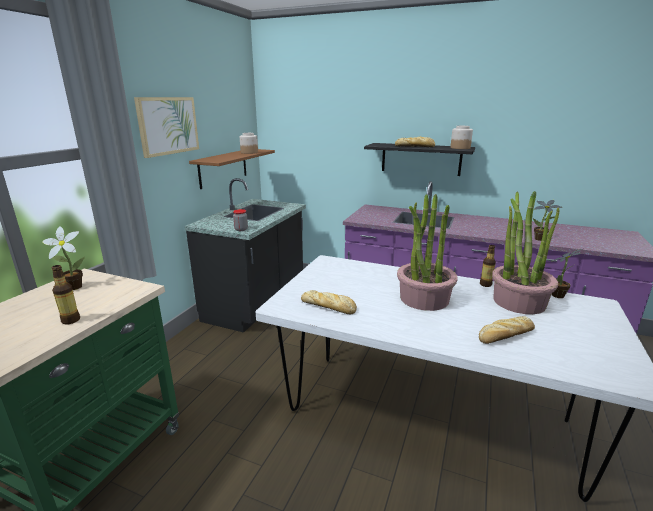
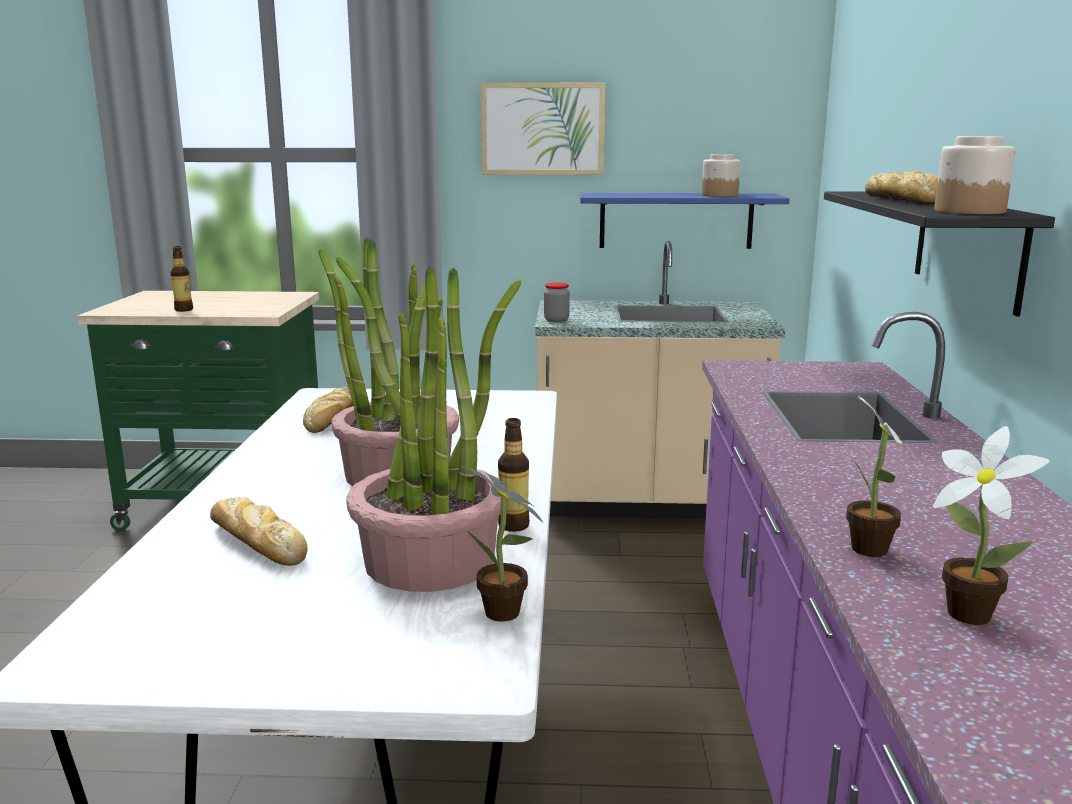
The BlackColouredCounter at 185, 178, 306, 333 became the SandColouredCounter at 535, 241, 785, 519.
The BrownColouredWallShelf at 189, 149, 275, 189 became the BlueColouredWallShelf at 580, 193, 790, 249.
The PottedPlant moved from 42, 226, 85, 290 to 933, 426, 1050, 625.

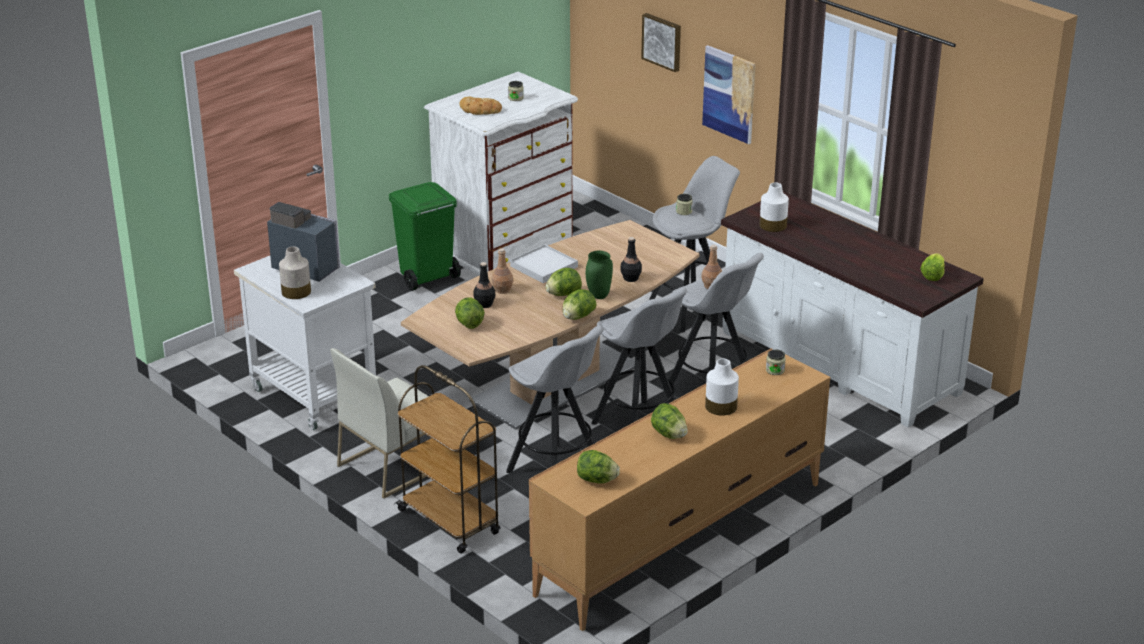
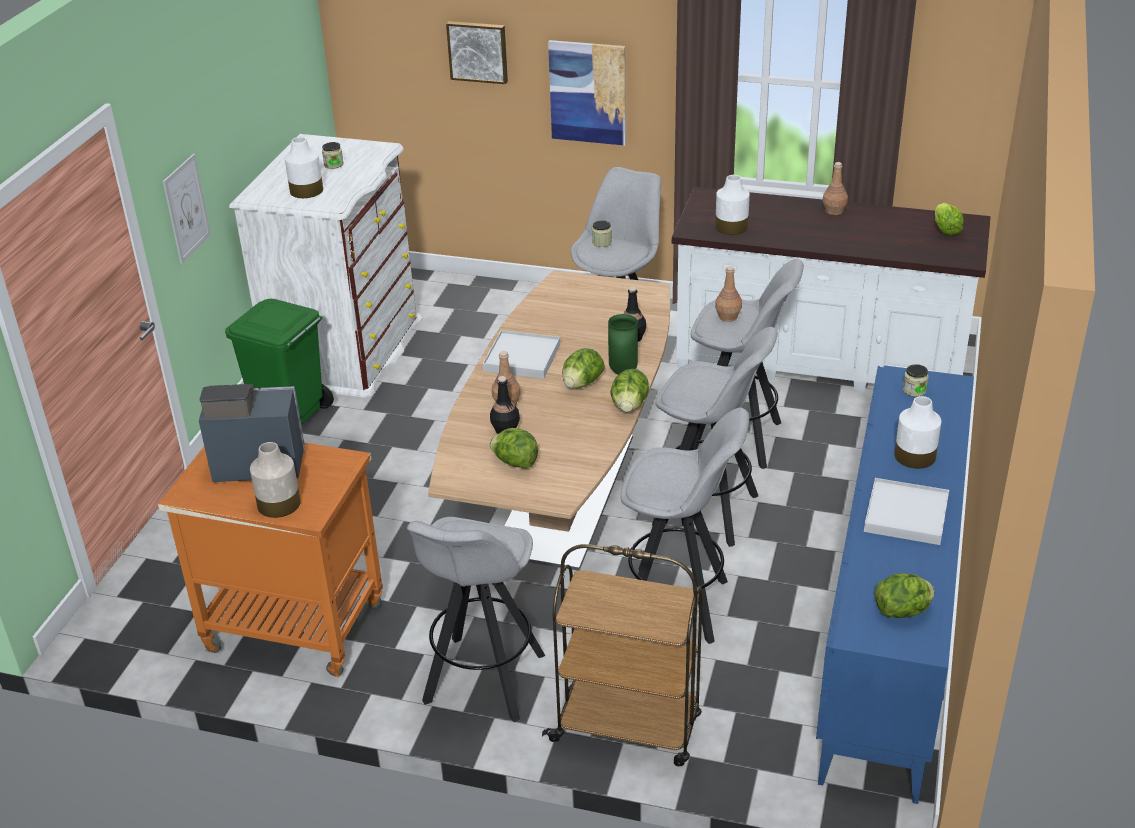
The WhitishWheeledCart at 234, 256, 376, 430 became the OrangeColouredWheeledCart at 158, 443, 383, 677.
The Picture at 163, 154, 211, 264 appeared.
The Bread at 459, 97, 502, 115 was replaced by the WhitishDecorativeVase at 285, 137, 323, 198.
The WhitishPlainChair at 330, 348, 429, 499 was replaced by the GreyStool at 407, 517, 545, 722.
The BrownColouredStorageCabinet at 529, 348, 830, 631 became the BlueColouredStorageCabinet at 816, 365, 974, 804.
The BrownColouredDrinkBottle at 822, 162, 848, 215 appeared.
The HeadOfLettuce at 651, 403, 688, 439 was replaced by the WhitishCarryingTray at 864, 478, 949, 545.

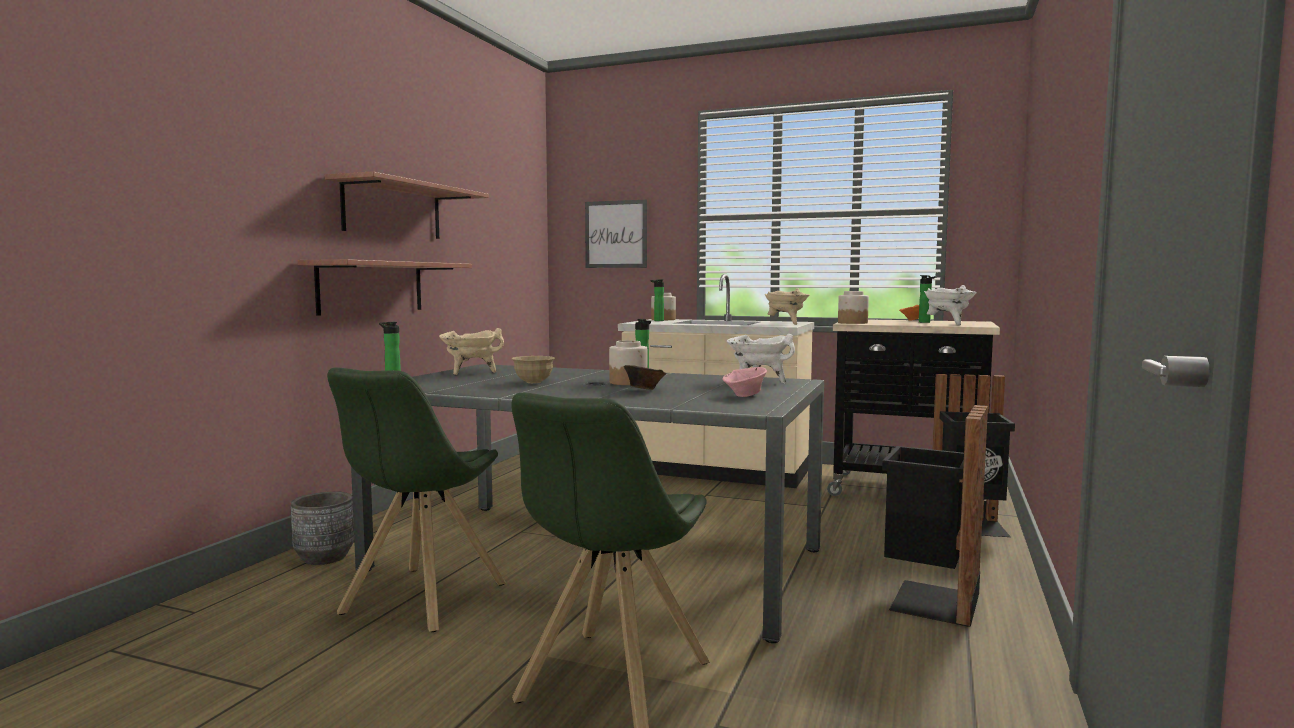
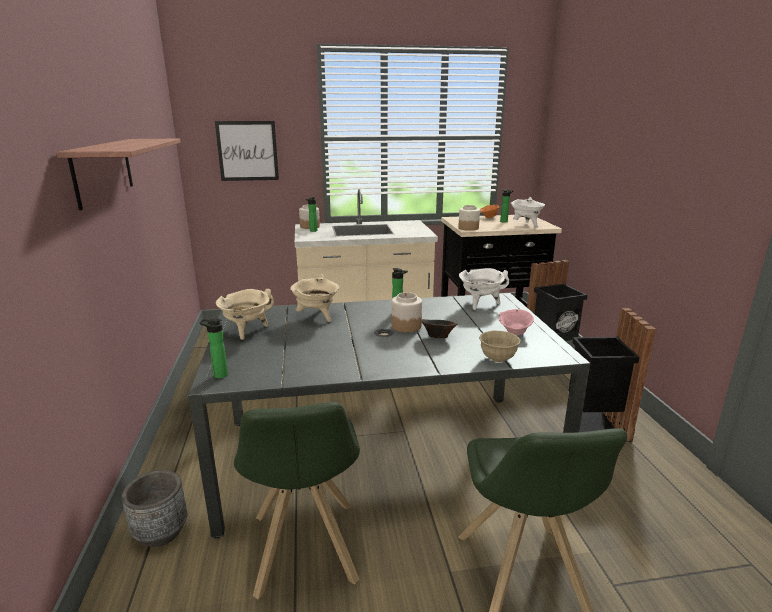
The SandColouredSaucepot moved from 765, 288, 810, 325 to 290, 274, 339, 322.
The SandColouredServingBowl moved from 511, 356, 555, 383 to 479, 331, 521, 362.
The WallShelf at 298, 259, 472, 316 disappeared.

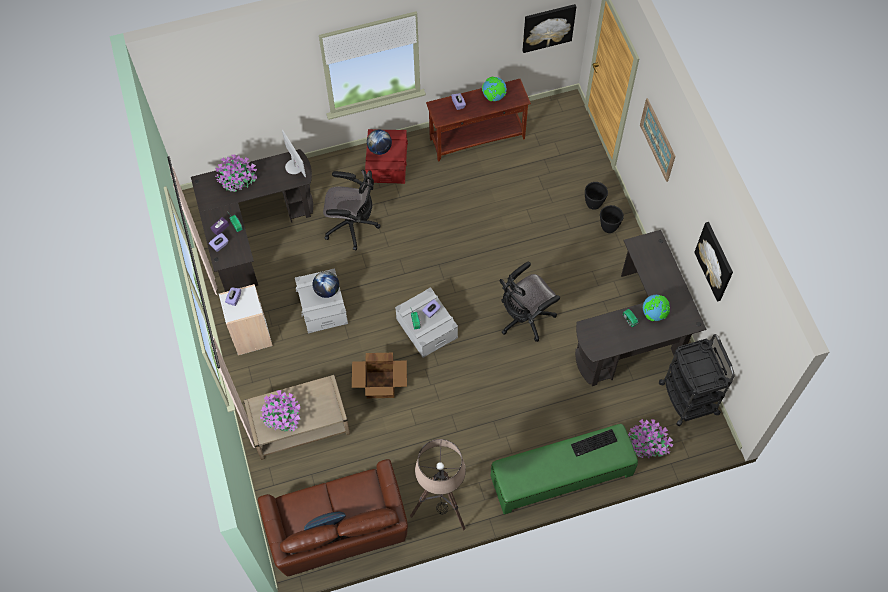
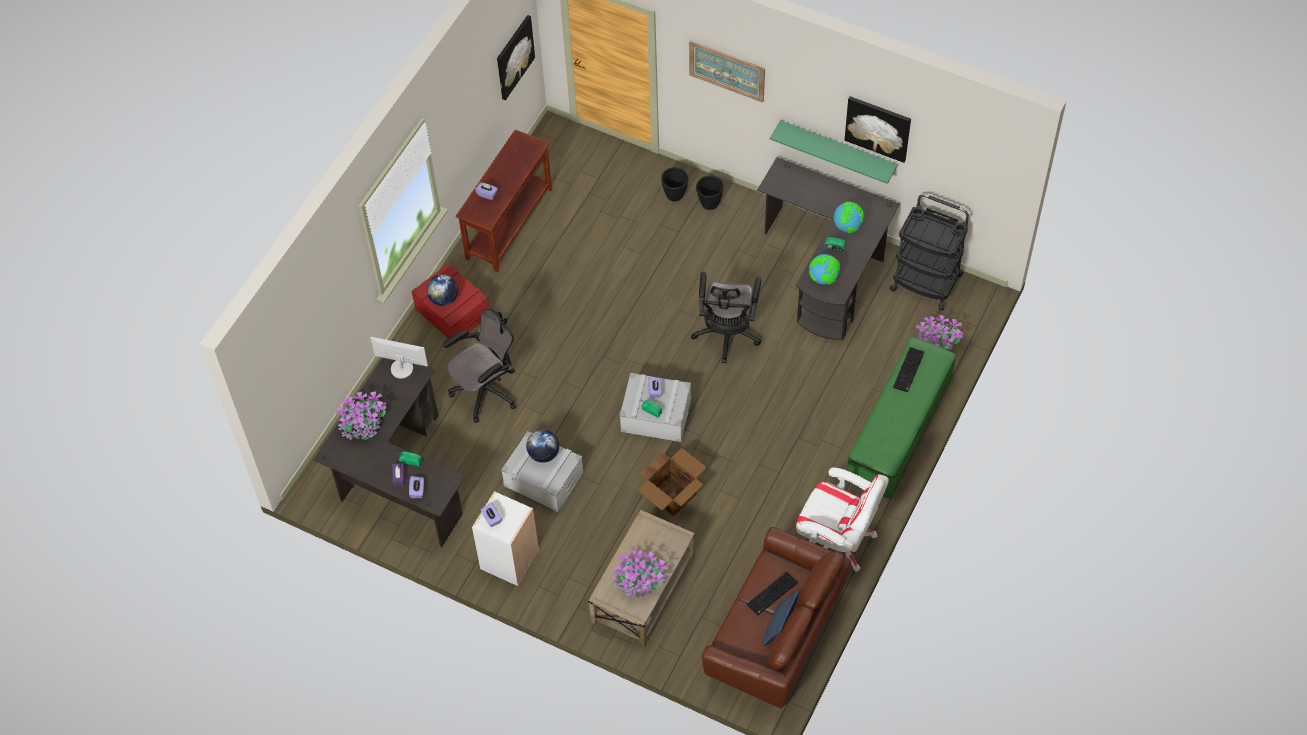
The PcKeyboard at 747, 572, 798, 615 appeared.
The GreenColouredWallShelf at 770, 120, 898, 184 appeared.
The StandardLamp at 410, 439, 466, 530 was replaced by the WhitishDeskChair at 796, 468, 889, 572.
The DeskGlobe moved from 482, 77, 507, 101 to 809, 254, 840, 285.

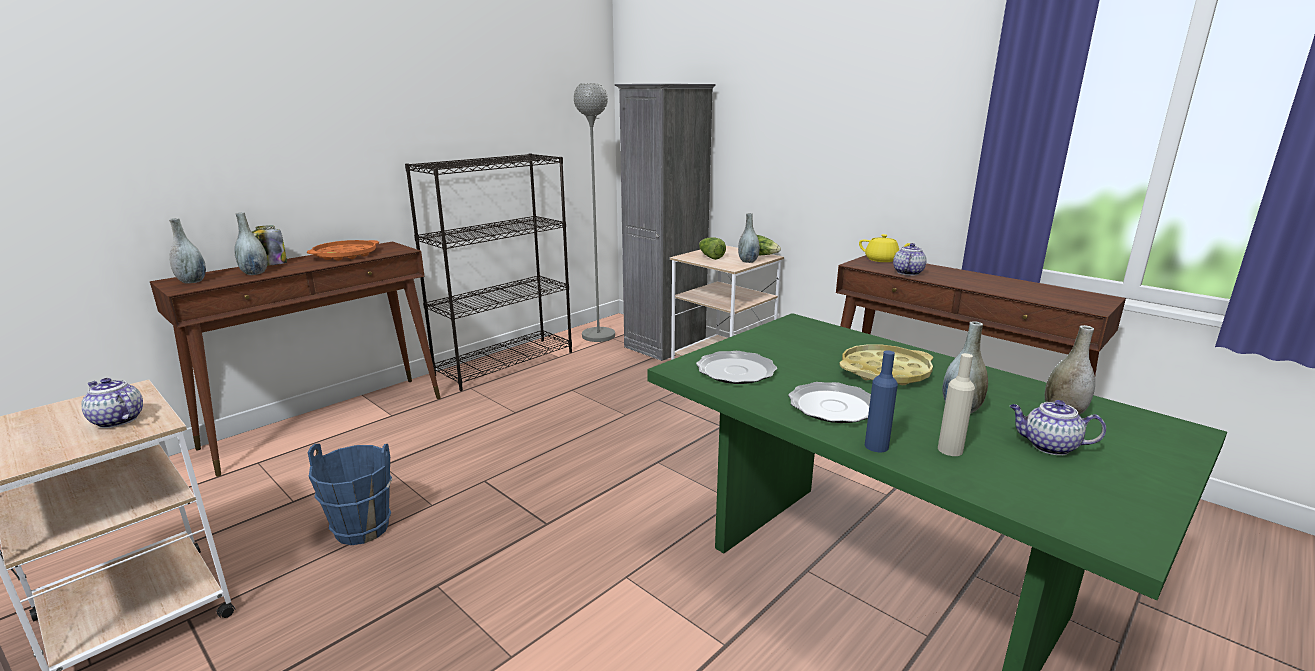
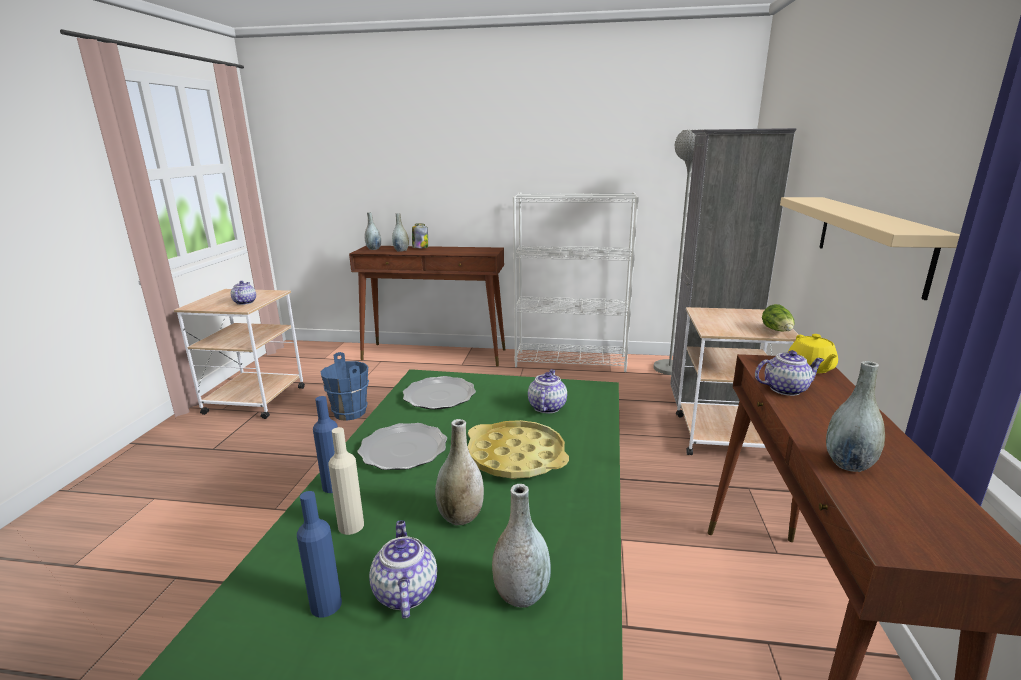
The BlueColouredDrinkBottle at 297, 491, 342, 617 appeared.
The BlackColouredShelvingUnit at 405, 153, 572, 391 became the WhitishShelvingUnit at 513, 192, 639, 372.
The TeaPot at 528, 369, 567, 413 appeared.
The SandColouredWallShelf at 780, 197, 960, 300 appeared.
The GreyDecorativeVase moved from 738, 213, 760, 263 to 826, 361, 885, 472.
The OrangeColouredCarryingTray at 307, 240, 379, 261 disappeared.
The HeadOfLettuce at 699, 237, 726, 260 disappeared.

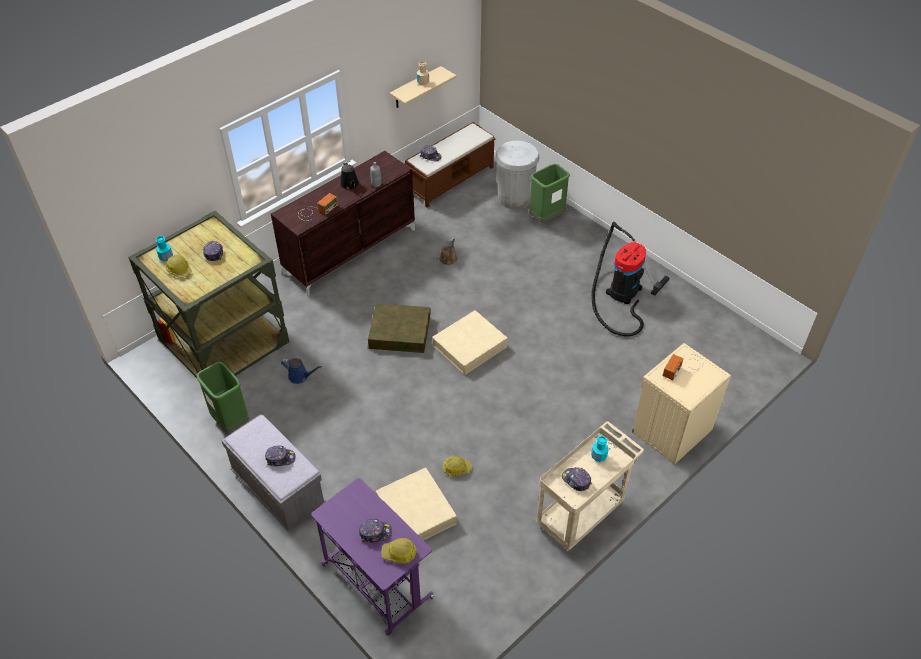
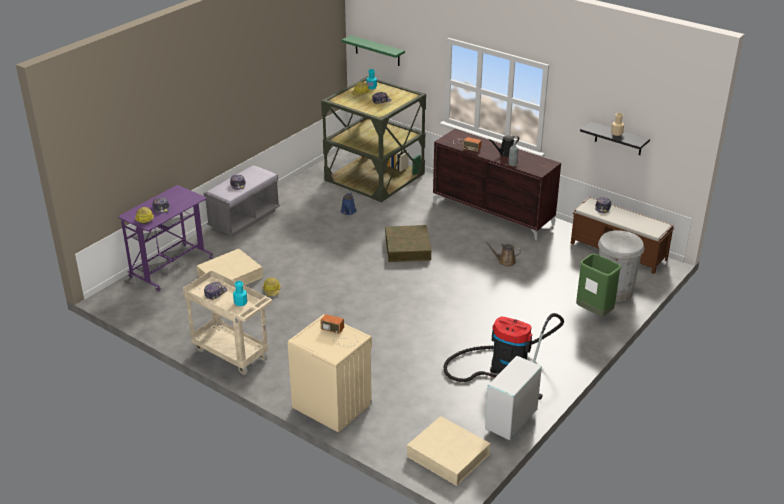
The GreenColouredWallShelf at 341, 35, 405, 66 appeared.
The SandColouredStorageContainer moved from 433, 310, 508, 375 to 407, 416, 490, 486.
The WhitishBedsideTable at 485, 356, 542, 440 appeared.
The SandColouredWallShelf at 390, 66, 457, 108 became the BlackColouredWallShelf at 580, 121, 650, 155.
The GreenColouredTrashCan at 196, 362, 249, 433 disappeared.

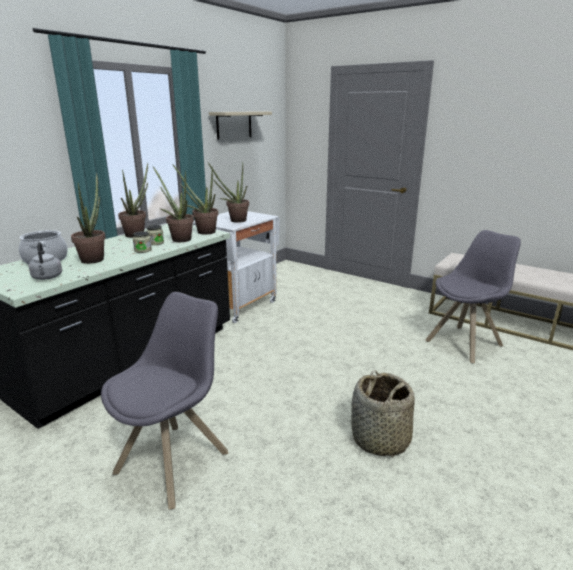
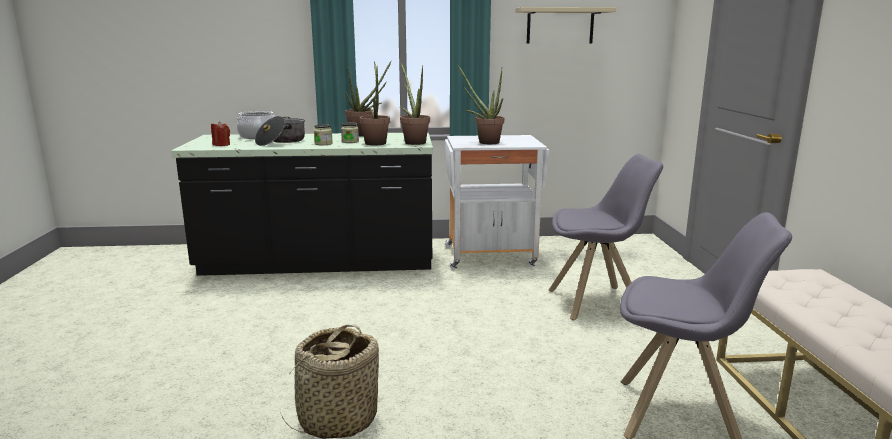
The GreyKettle at 28, 242, 62, 280 was replaced by the RedCandle at 211, 121, 230, 146.
The PottedPlant at 71, 173, 106, 264 was replaced by the Saucepot at 255, 116, 305, 146.
The GreyPlainChair moved from 101, 292, 228, 509 to 548, 154, 663, 320.

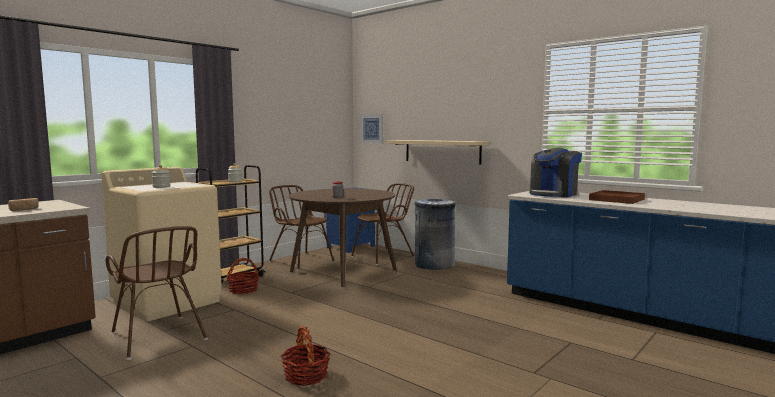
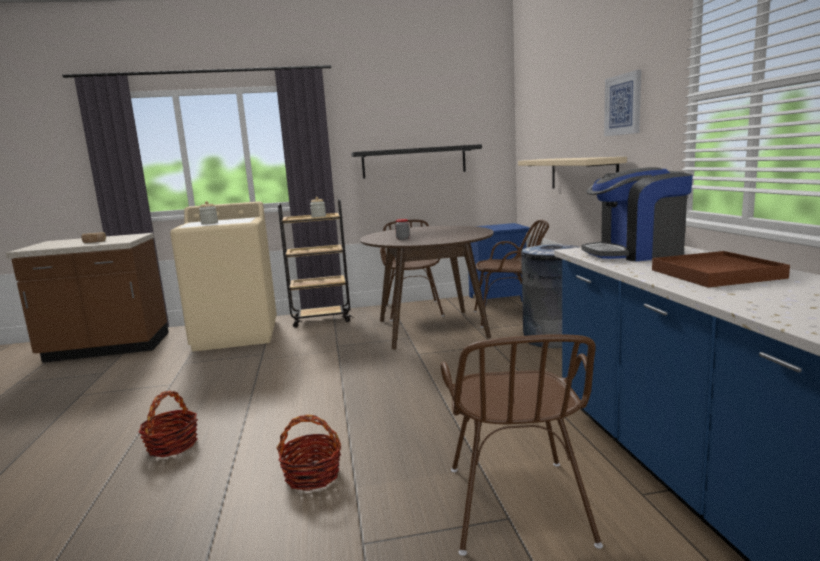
The HouseholdBasket moved from 226, 258, 259, 294 to 277, 415, 341, 491.
The BlackColouredWallShelf at 351, 144, 482, 179 appeared.
The BrownColouredPlainChair moved from 106, 226, 208, 360 to 441, 334, 603, 556.
The Picture moved from 360, 114, 383, 144 to 604, 70, 641, 136.

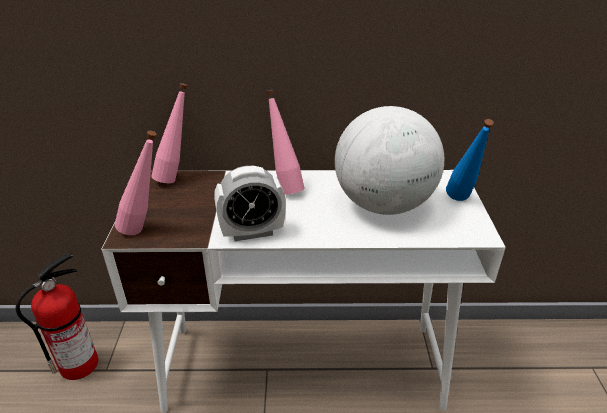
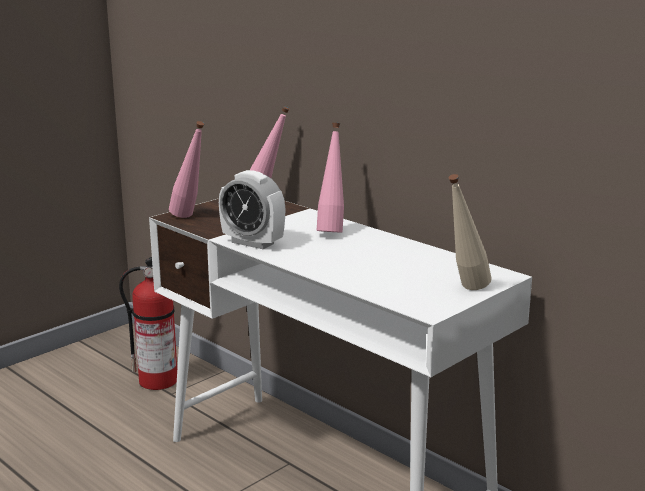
The BlueColouredDrinkBottle at 446, 119, 493, 201 became the SandColouredDrinkBottle at 449, 174, 492, 290.
The DeskGlobe at 335, 106, 444, 215 disappeared.

